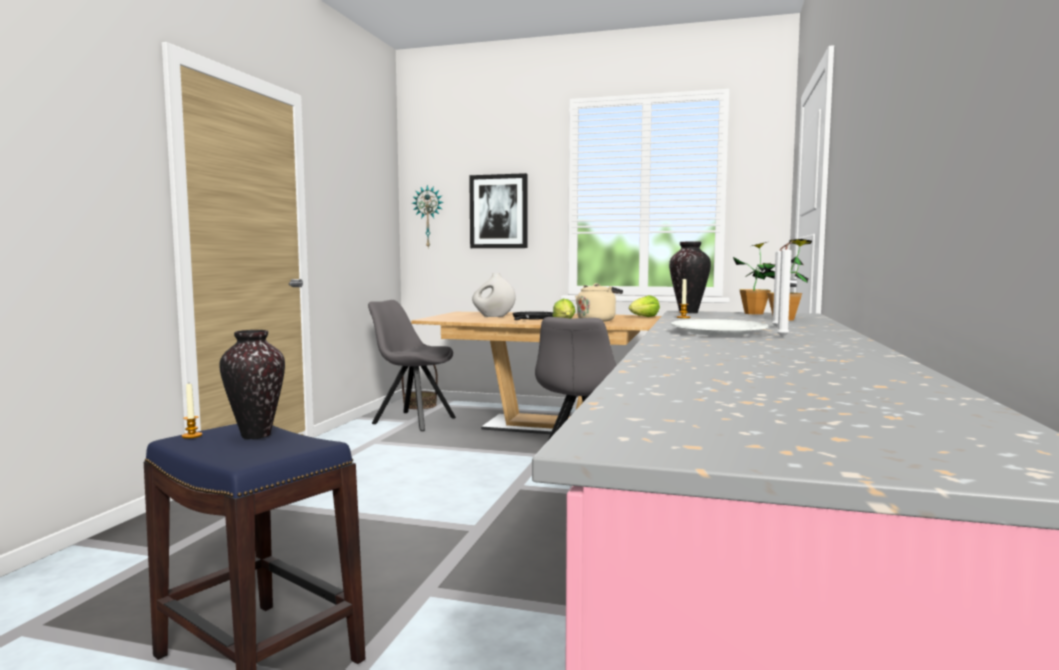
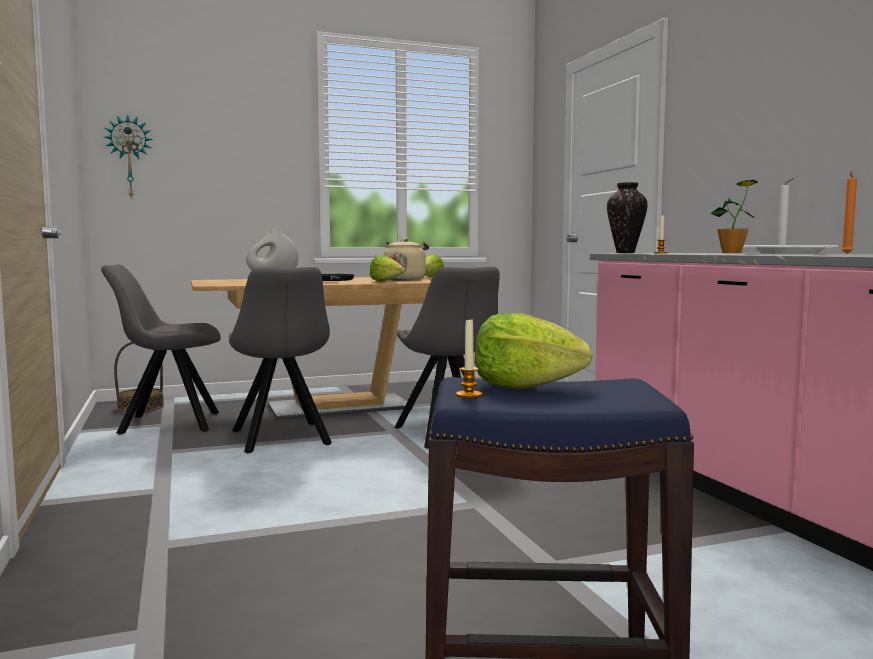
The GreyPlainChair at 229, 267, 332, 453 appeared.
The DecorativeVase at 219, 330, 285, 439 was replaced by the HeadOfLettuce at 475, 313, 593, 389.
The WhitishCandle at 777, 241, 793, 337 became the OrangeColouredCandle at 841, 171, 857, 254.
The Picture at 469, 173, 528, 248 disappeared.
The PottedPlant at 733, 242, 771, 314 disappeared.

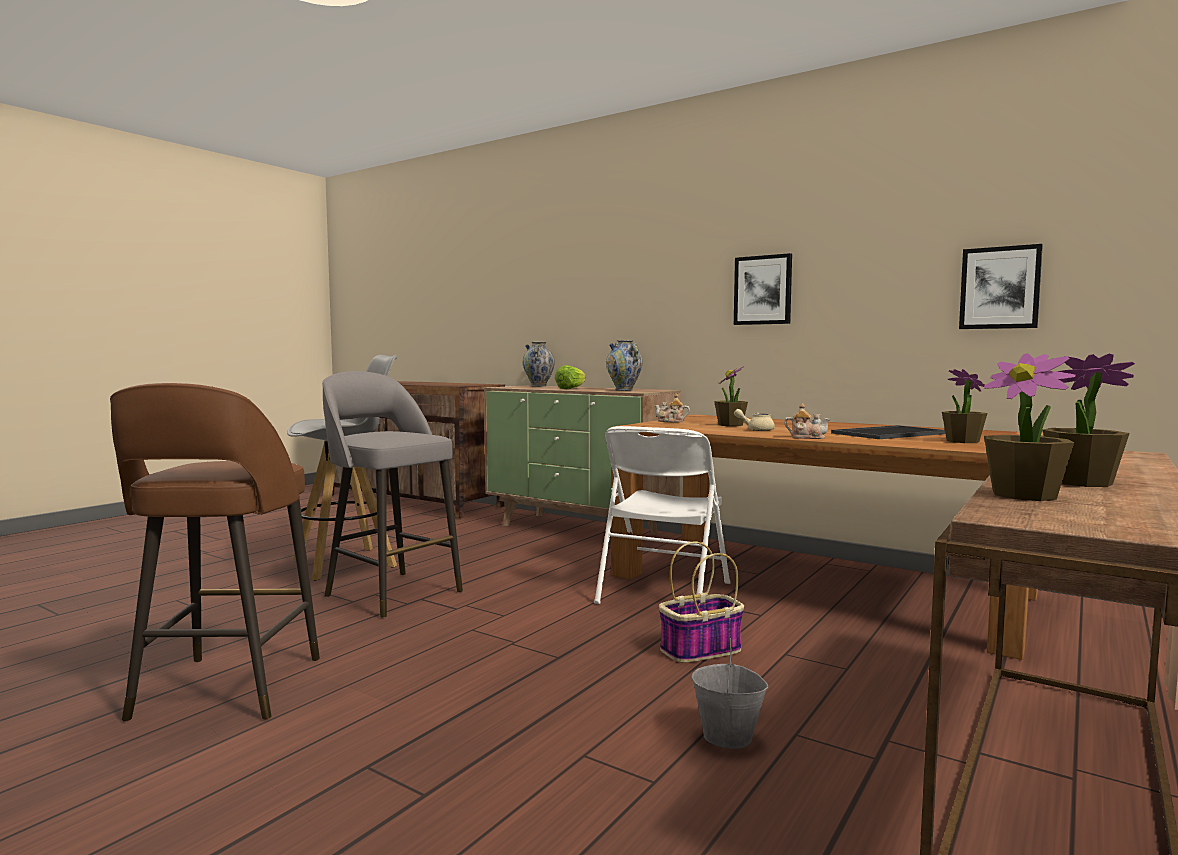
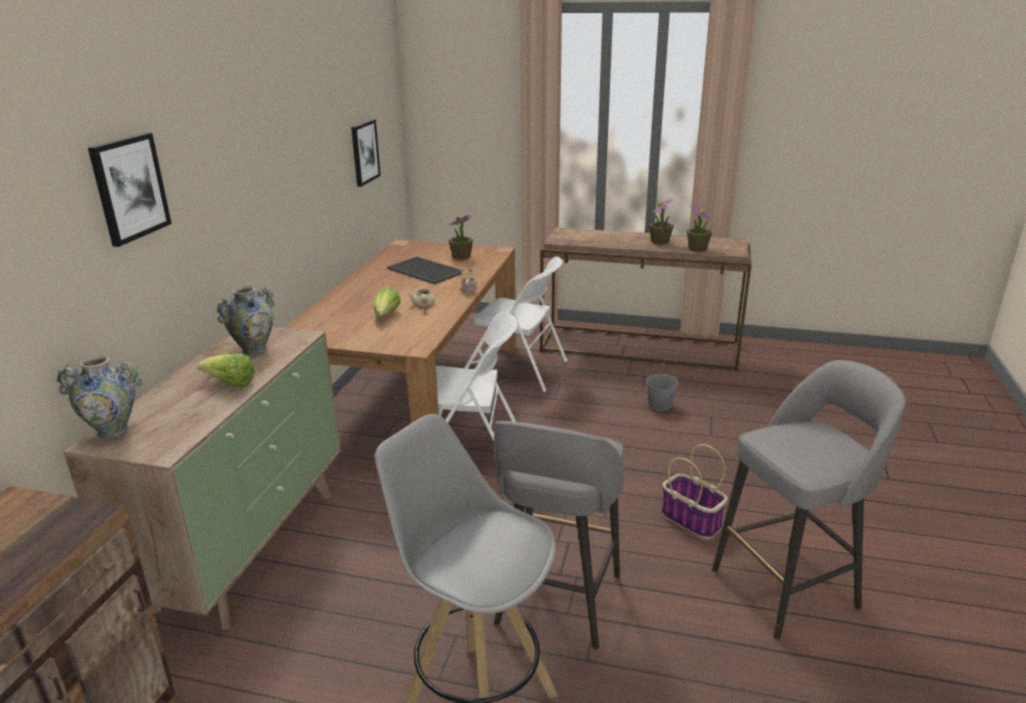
The Picture moved from 734, 253, 792, 325 to 88, 133, 172, 247.
The PottedPlant at 714, 366, 748, 426 was replaced by the HeadOfLettuce at 374, 287, 401, 316.
The WhitishPlainChair at 474, 256, 567, 392 appeared.
The HouseholdBasket moved from 659, 541, 744, 663 to 662, 444, 727, 539.
The BrownColouredStool at 110, 383, 320, 722 became the GreyStool at 712, 360, 906, 640.
The TeaPot at 654, 393, 690, 422 disappeared.

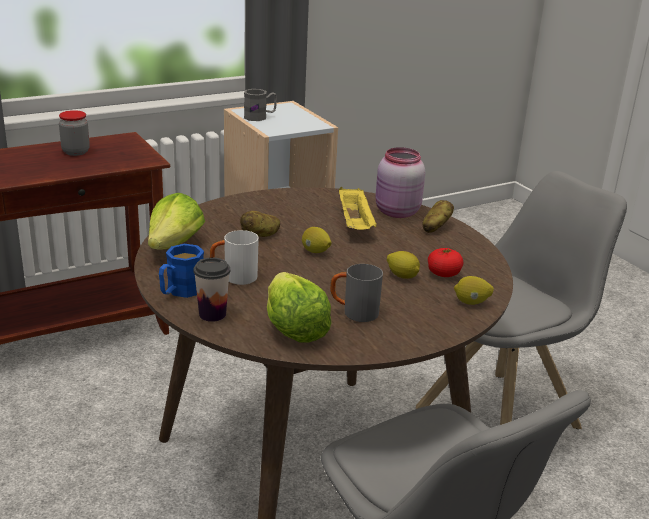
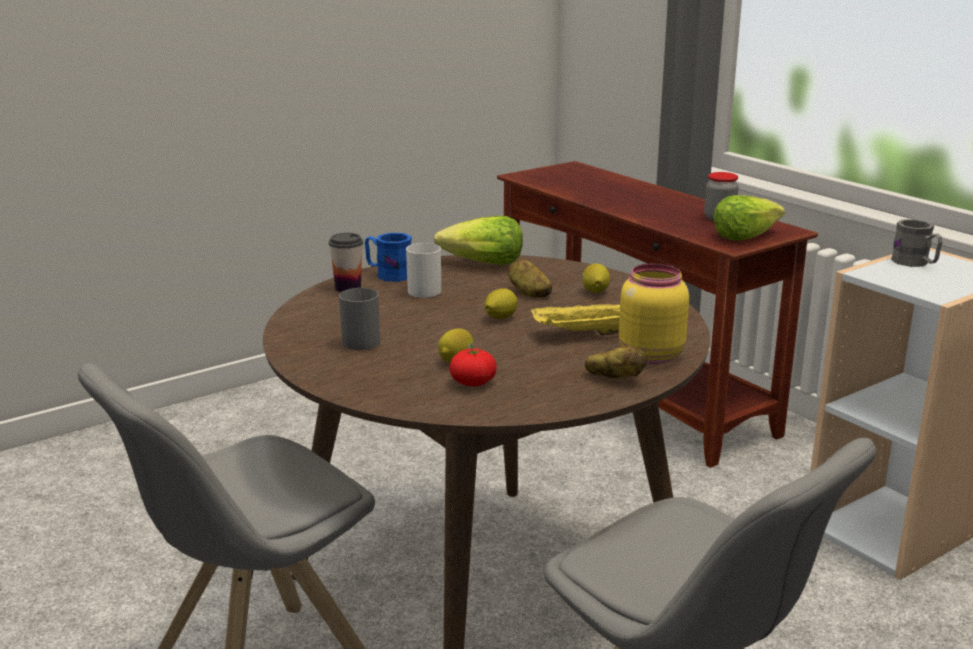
The CitrusFruit moved from 454, 276, 494, 305 to 582, 263, 610, 293.
The PinkColouredStorageJar at 375, 147, 425, 218 became the YellowStorageJar at 619, 263, 689, 364.
The HeadOfLettuce moved from 267, 272, 331, 343 to 714, 195, 785, 241.

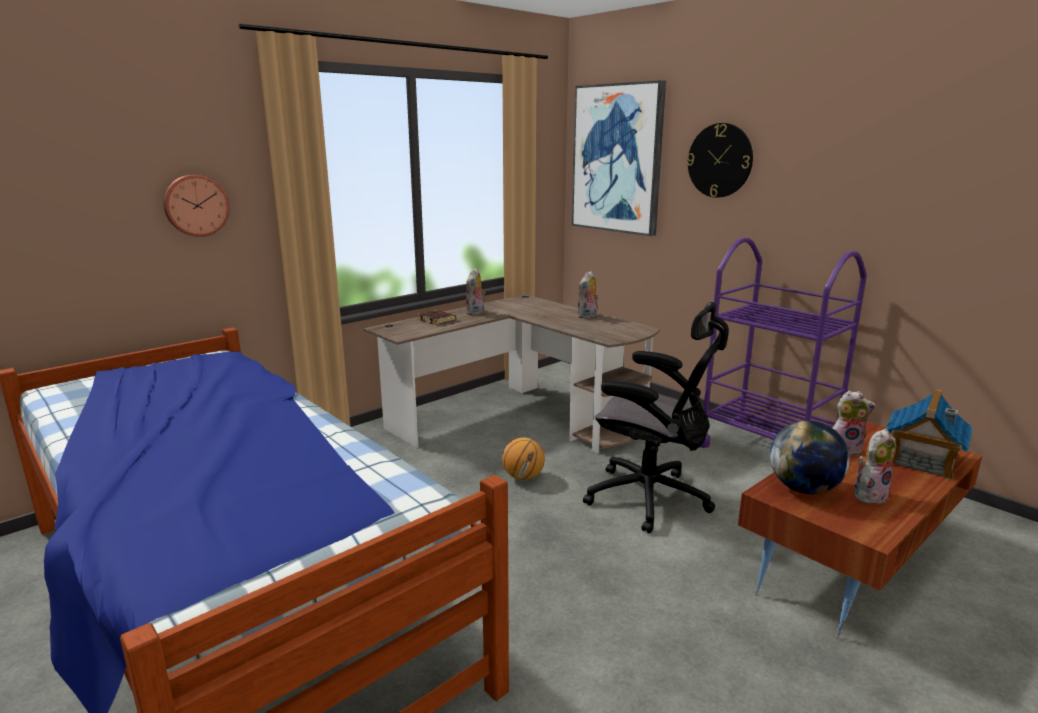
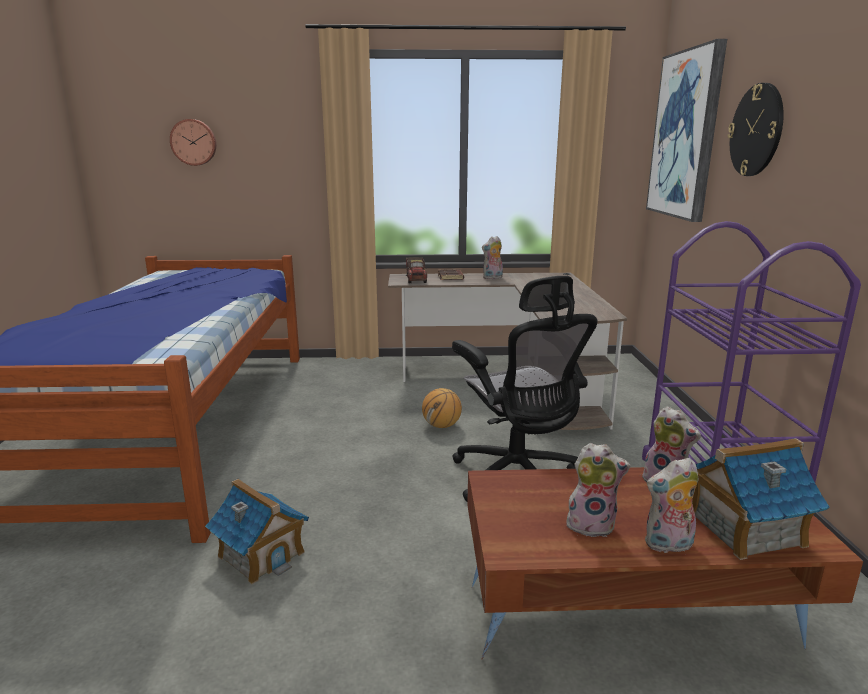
The WallClock moved from 163, 175, 230, 237 to 170, 119, 216, 166.
The ToyHouse at 205, 479, 309, 584 appeared.
The ToyTruck at 406, 257, 427, 283 appeared.
The CuddlyToy moved from 578, 271, 598, 319 to 645, 458, 699, 553.
The DeskGlobe at 770, 420, 850, 494 disappeared.

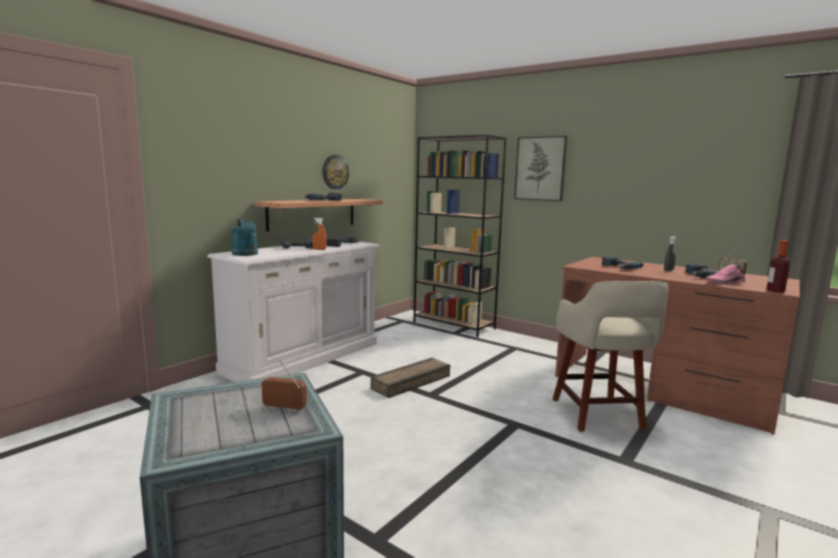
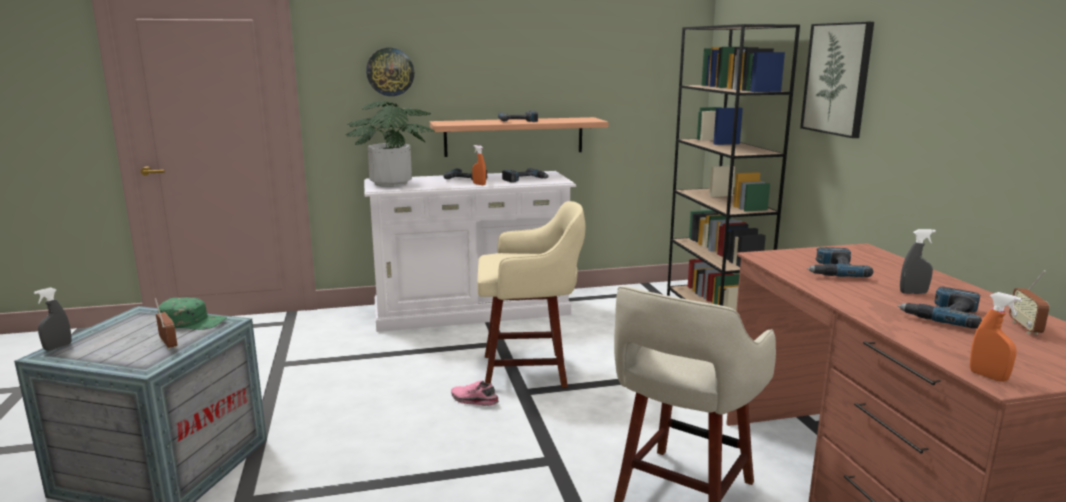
The GreyHandSprayer at 34, 287, 71, 351 appeared.
The GreenColouredCap at 158, 297, 227, 330 appeared.
The TurquoiseWateringPot at 231, 219, 258, 256 was replaced by the PottedPlant at 346, 101, 435, 186.
The WallClock moved from 323, 155, 349, 189 to 366, 48, 414, 96.
The PinkColouredShoe moved from 706, 264, 746, 285 to 451, 380, 499, 406.
The PackingCrate at 371, 358, 450, 398 was replaced by the SandColouredStool at 477, 201, 585, 388.
The DrinkBottle at 767, 240, 790, 293 was replaced by the OrangeColouredHandSprayer at 970, 292, 1022, 382.

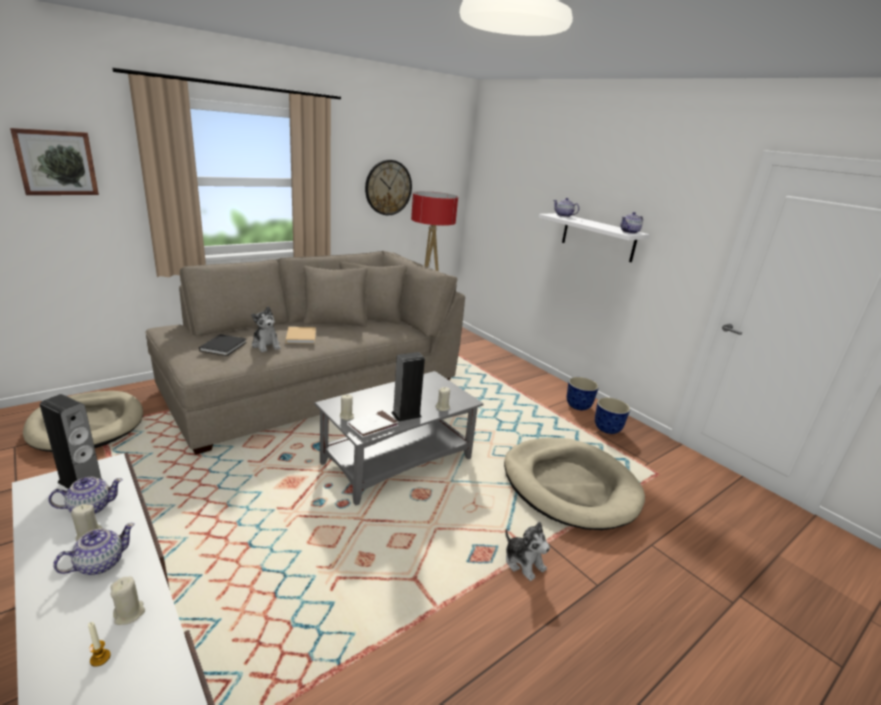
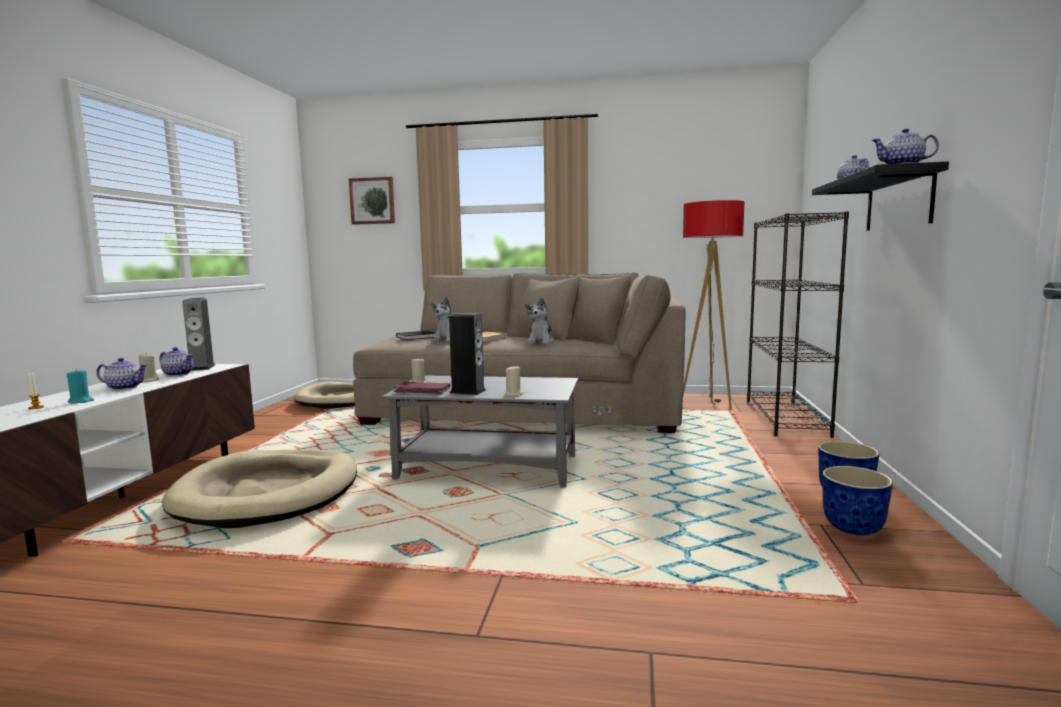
The SandColouredCandle at 110, 576, 145, 625 became the TurquoiseCandle at 66, 368, 94, 403.
The SandColouredPetBed moved from 504, 438, 645, 530 to 162, 449, 357, 528.
The WhitishVolume at 347, 411, 399, 437 became the RedVolume at 394, 382, 450, 394.
The CuddlyToy moved from 505, 522, 550, 581 to 525, 298, 555, 344.
The BlackColouredShelvingUnit at 747, 211, 849, 438 appeared.
The WhitishWallShelf at 538, 213, 650, 262 became the BlackColouredWallShelf at 812, 162, 949, 231.
The WallClock at 365, 160, 412, 215 disappeared.

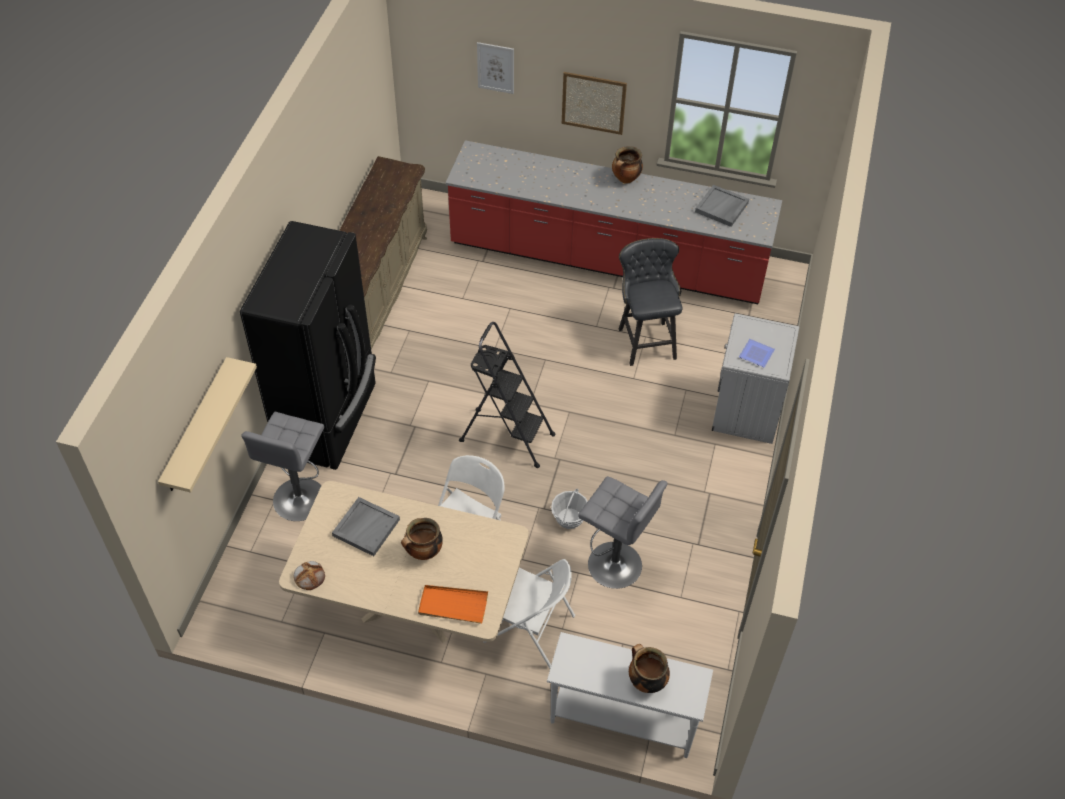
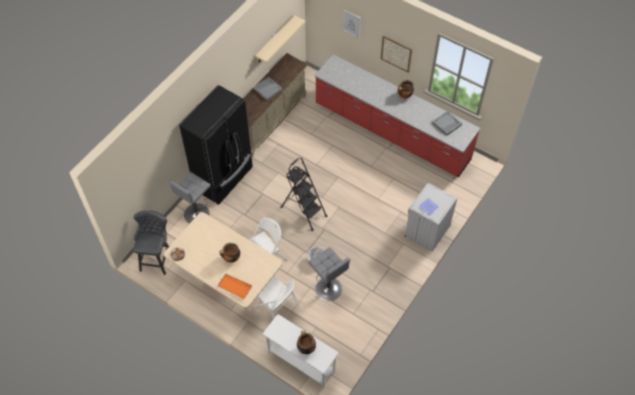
The GreyStool moved from 619, 238, 683, 366 to 133, 210, 169, 275.
The GreyCarryingTray moved from 332, 497, 400, 556 to 253, 77, 282, 101.
The SandColouredWallShelf moved from 158, 357, 257, 493 to 255, 15, 305, 63.

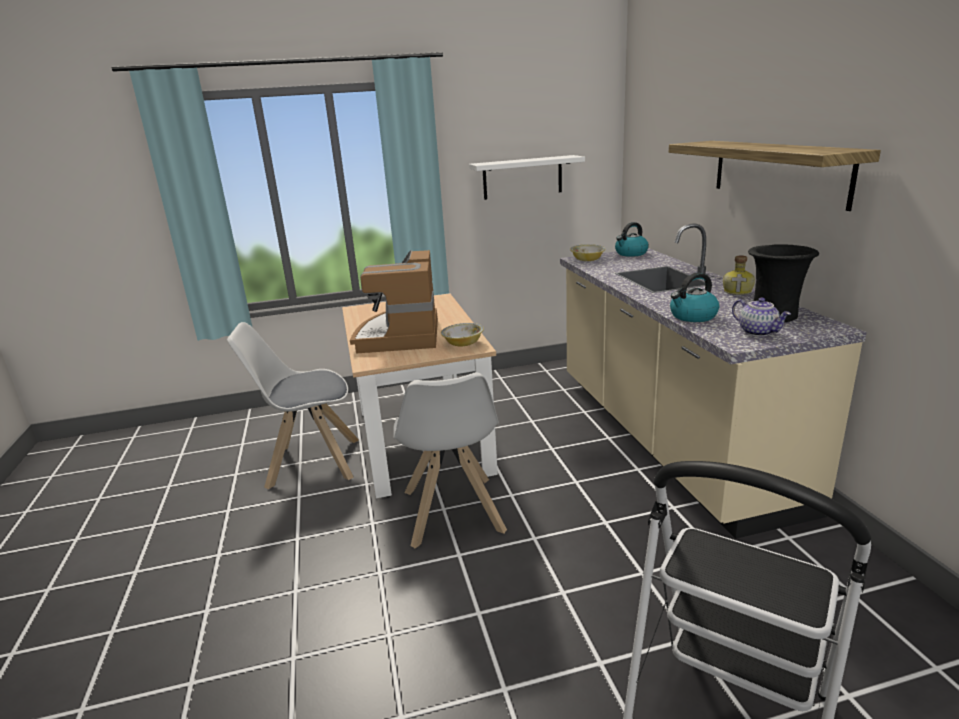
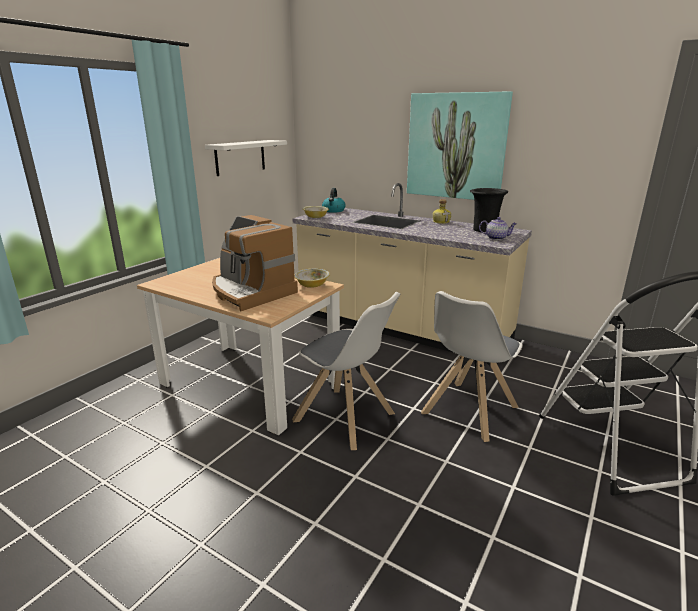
The WallShelf at 669, 141, 881, 211 was replaced by the Picture at 407, 91, 513, 200.
The PlainChair moved from 227, 322, 359, 489 to 421, 291, 523, 442.
The Kettle at 670, 273, 720, 322 disappeared.

